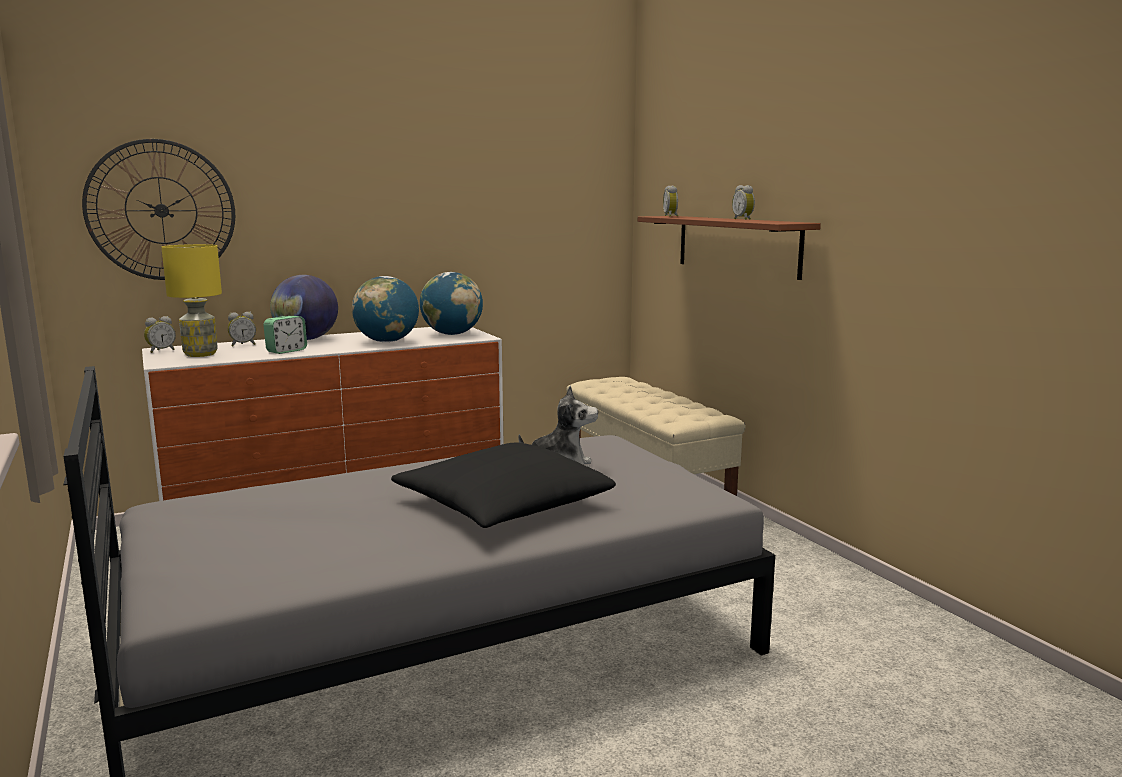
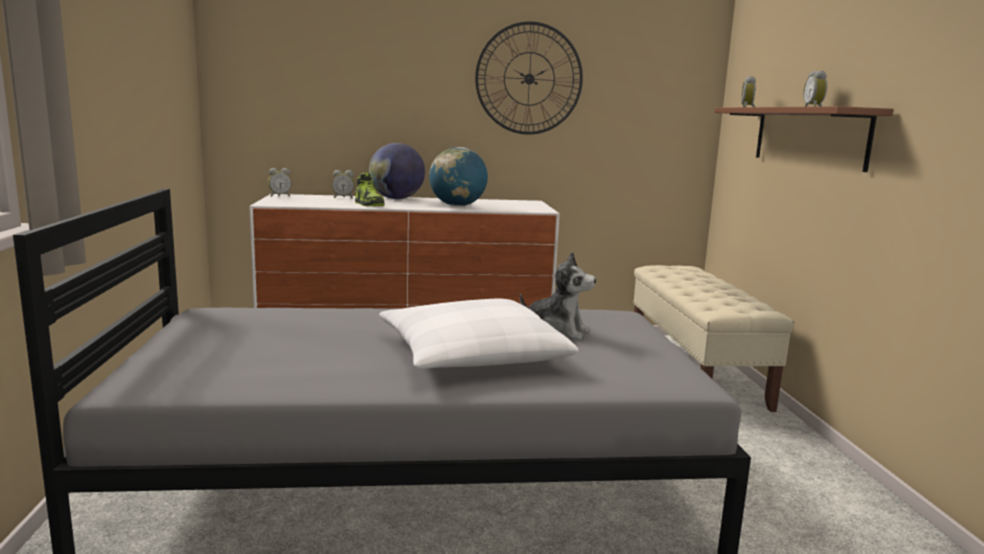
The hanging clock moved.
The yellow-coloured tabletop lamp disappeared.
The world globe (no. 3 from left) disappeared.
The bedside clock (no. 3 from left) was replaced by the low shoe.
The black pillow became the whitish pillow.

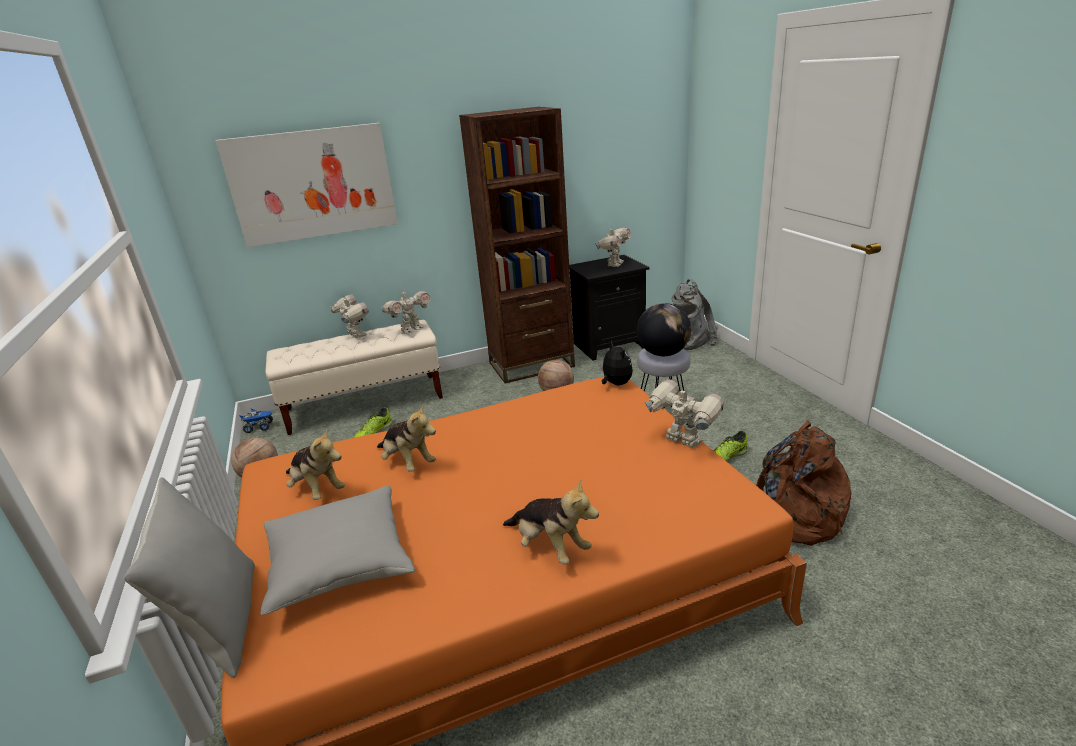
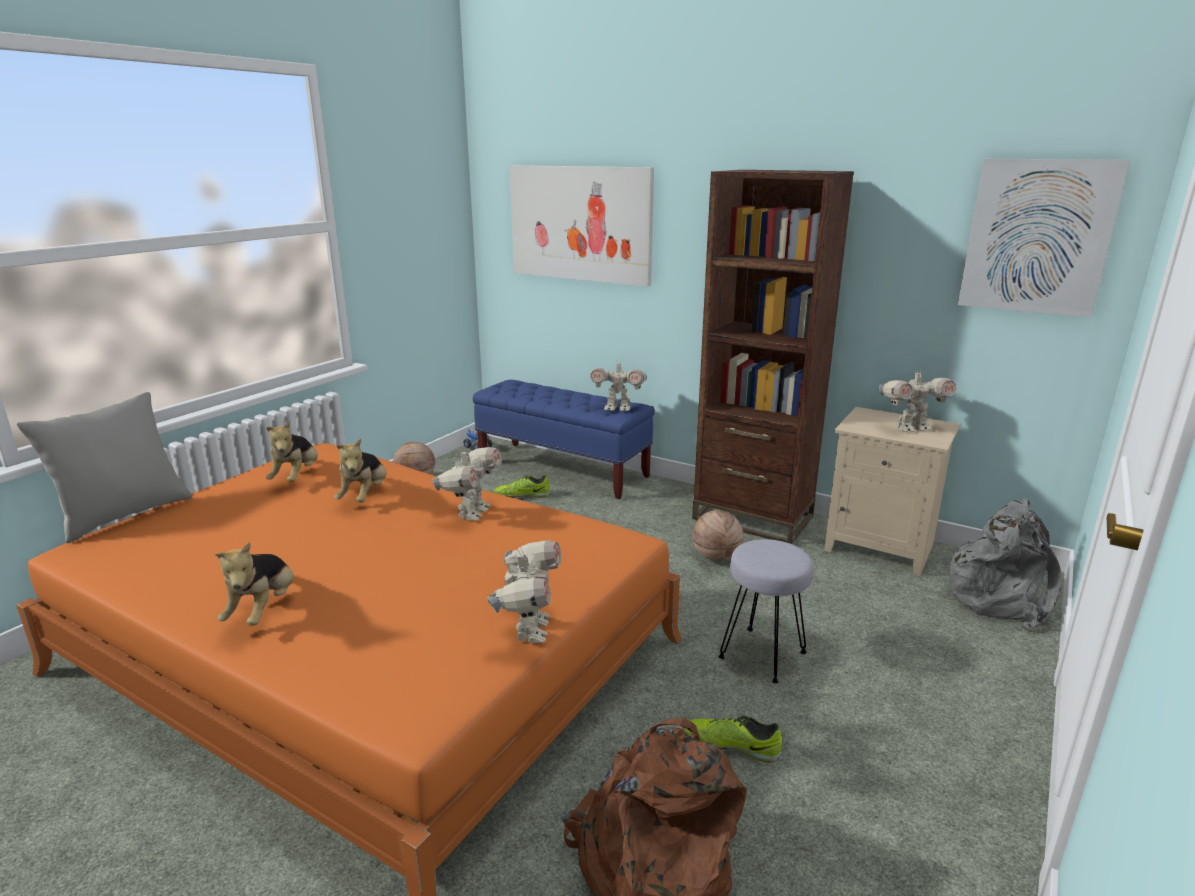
The black night table became the beige-coloured night table.
The robot figure (no. 1 from left) moved.
The world globe disappeared.
The beige-coloured bench became the blue bench.
The soft toy (no. 4 from left) disappeared.
The greyish pillow (no. 2 from left) disappeared.
The wall art (no. 2 from left) appeared.

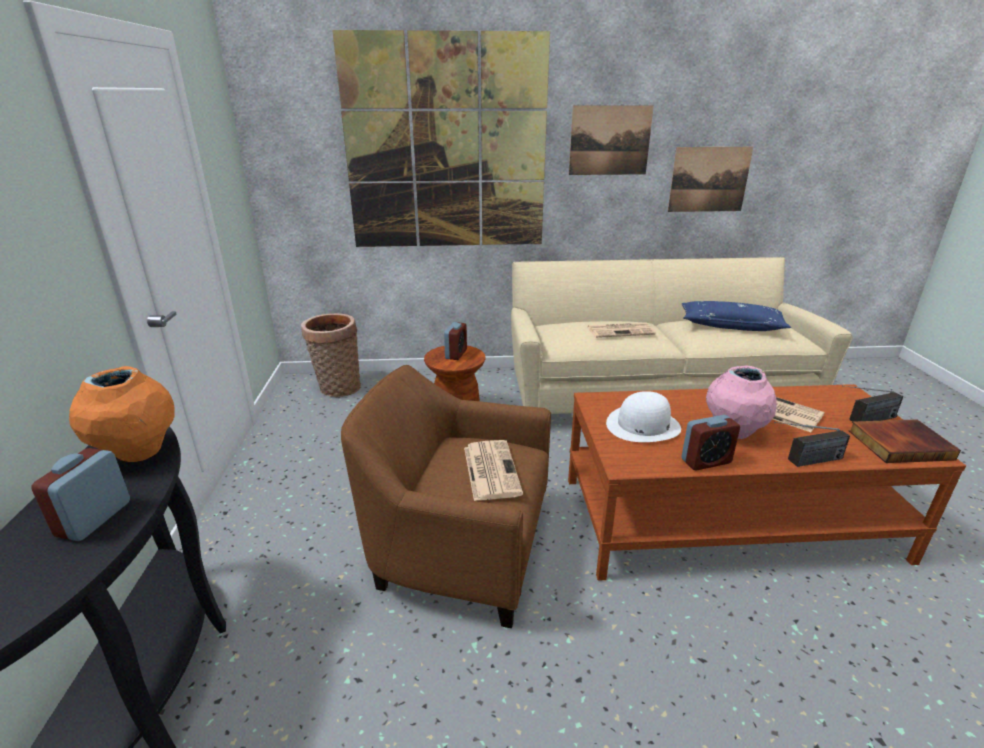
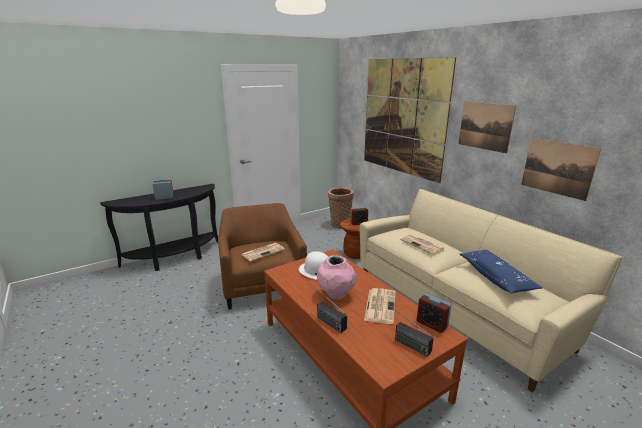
The orange decorative vase disappeared.
The bedside clock (no. 3 from left) moved.
The book disappeared.

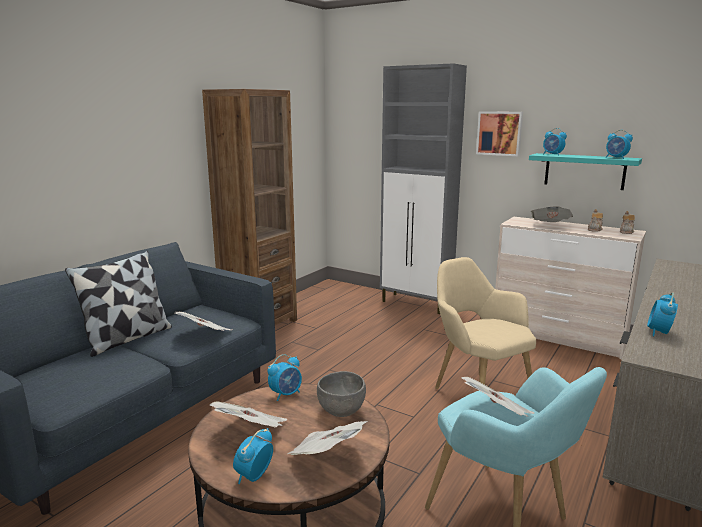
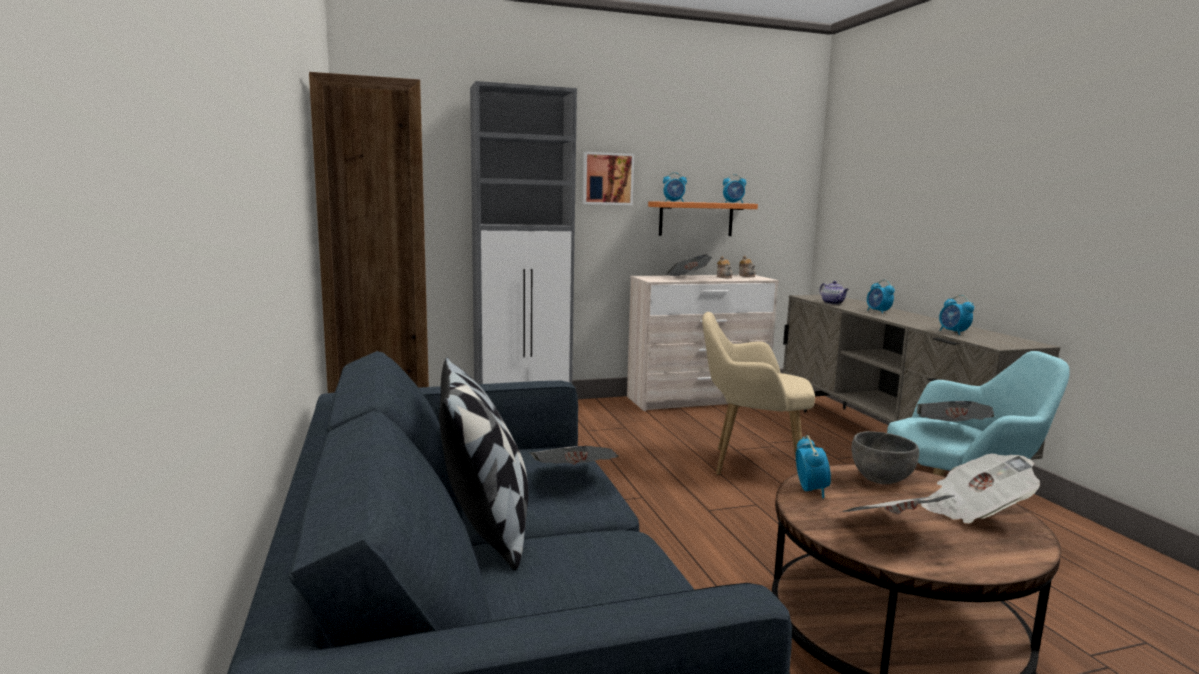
The turquoise-coloured bracket shelf became the orange bracket shelf.
The bedside clock (no. 1 from left in the first image) moved.
The tea pot (no. 3 from left) appeared.

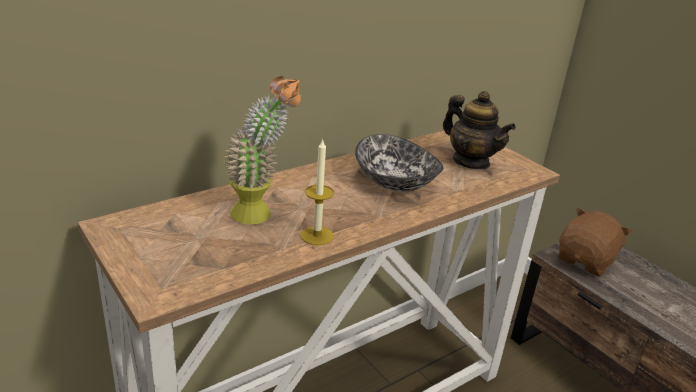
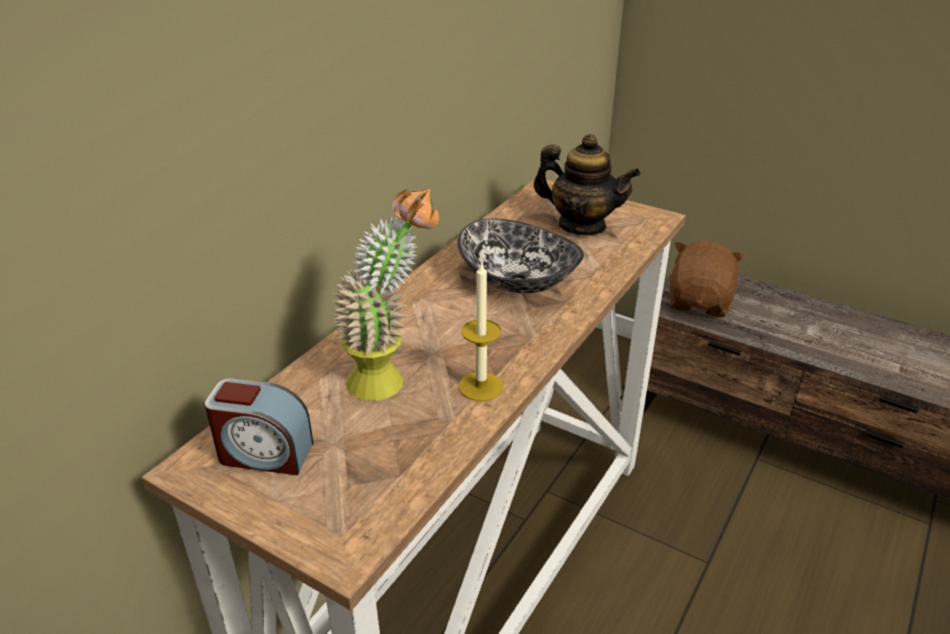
The bedside clock appeared.

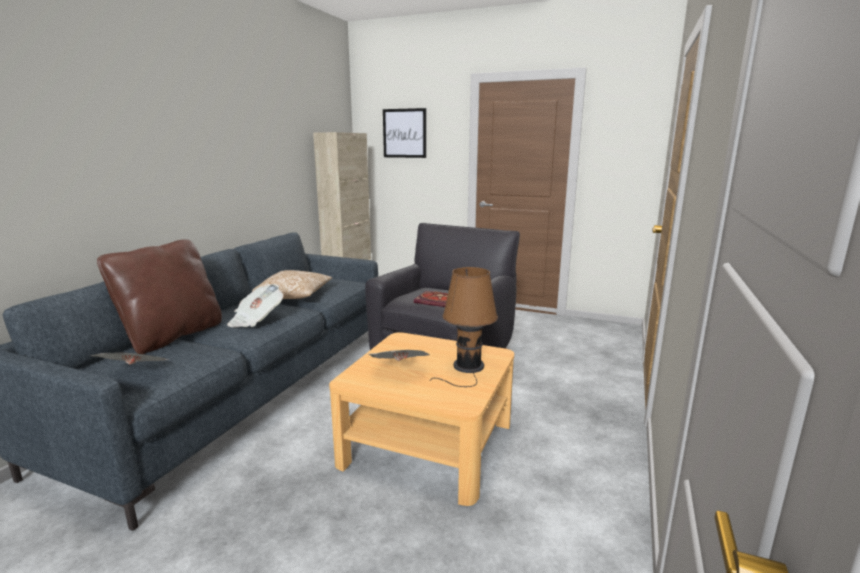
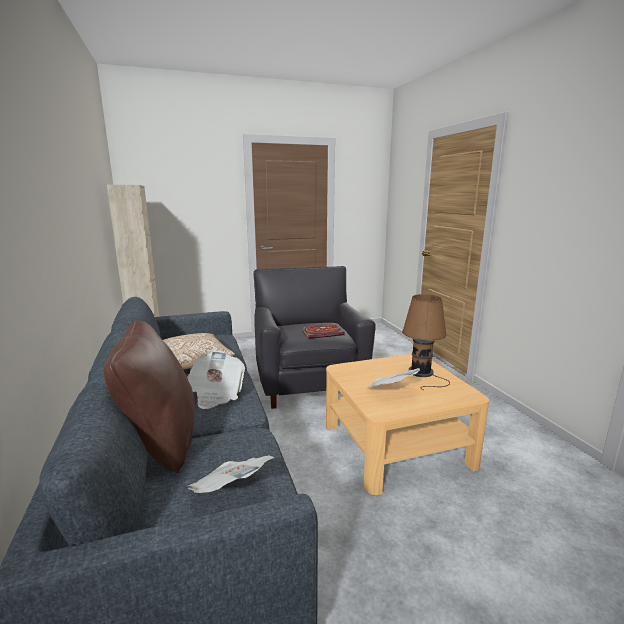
The wall art disappeared.

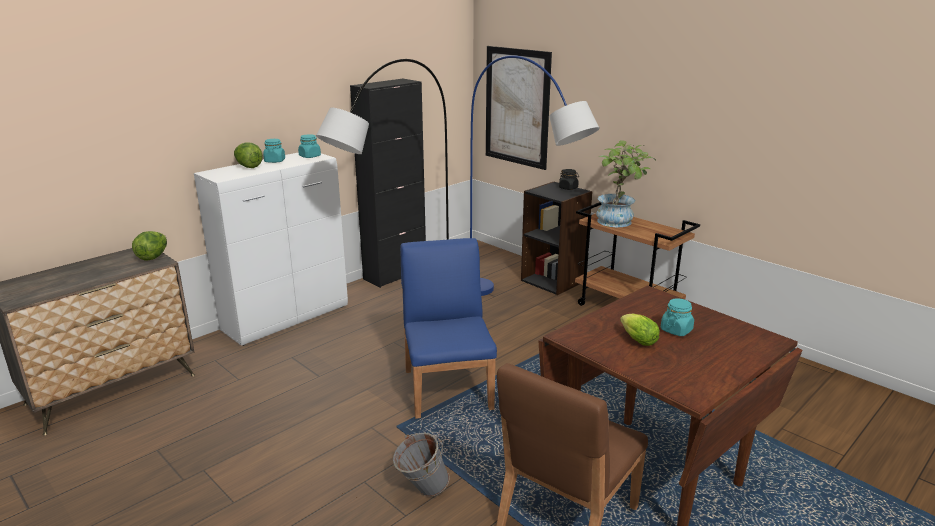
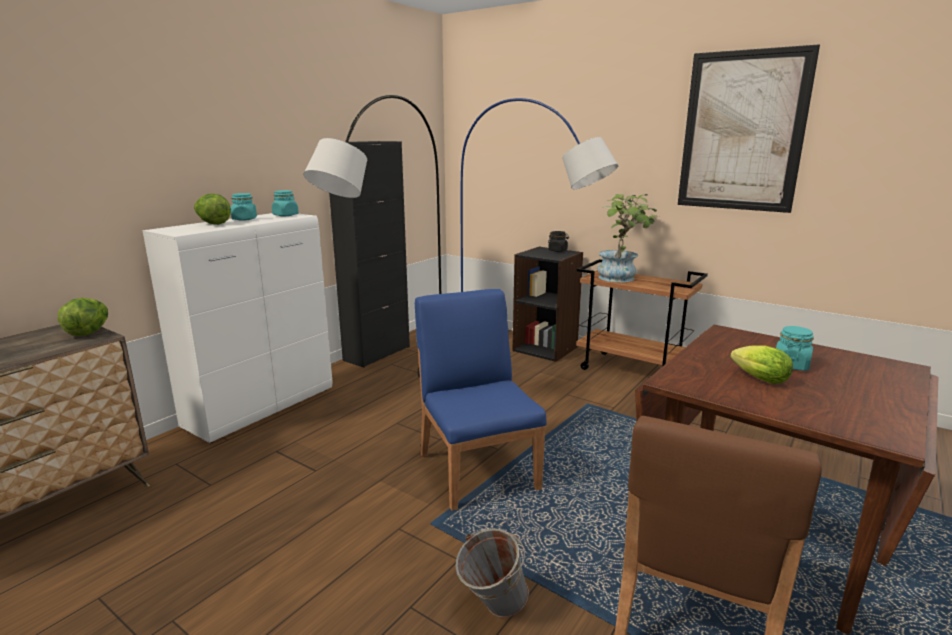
The wall art moved.

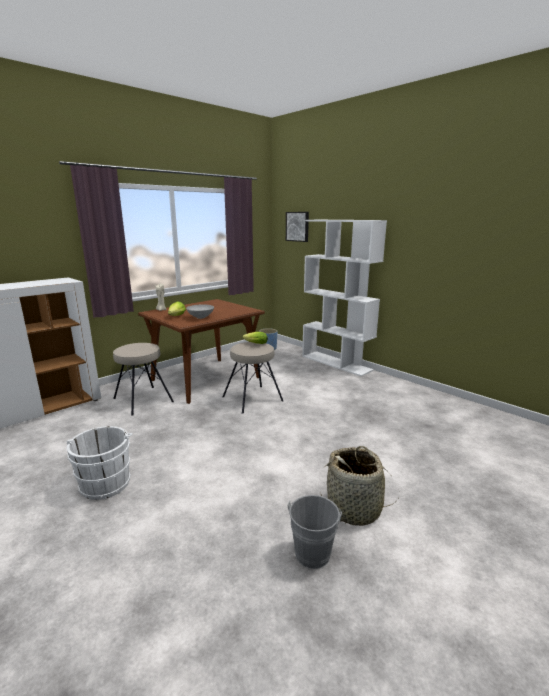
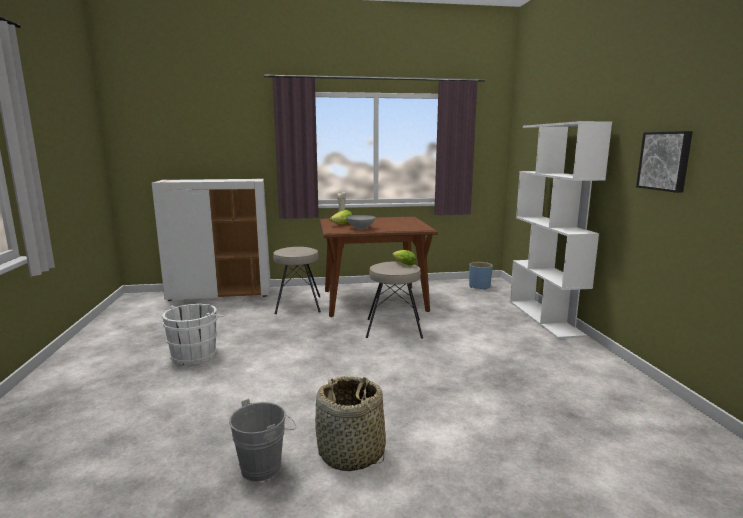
The wall art moved.

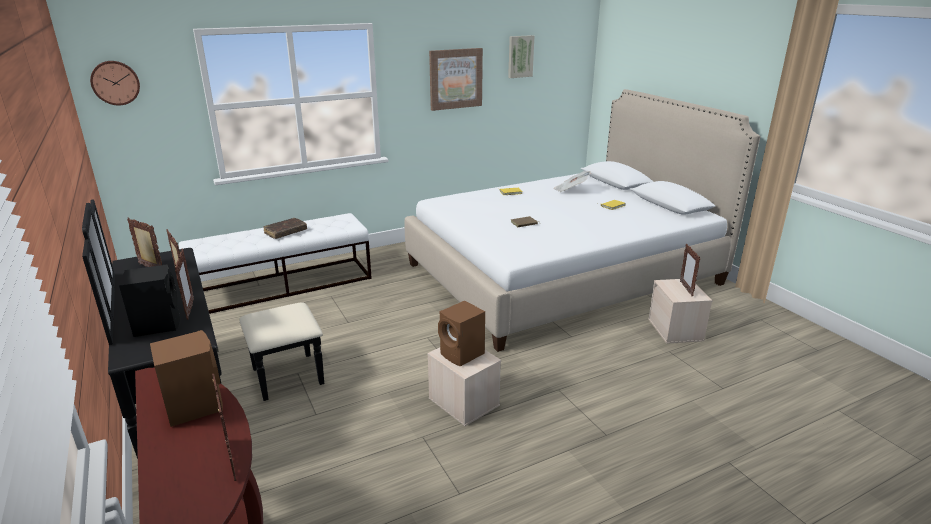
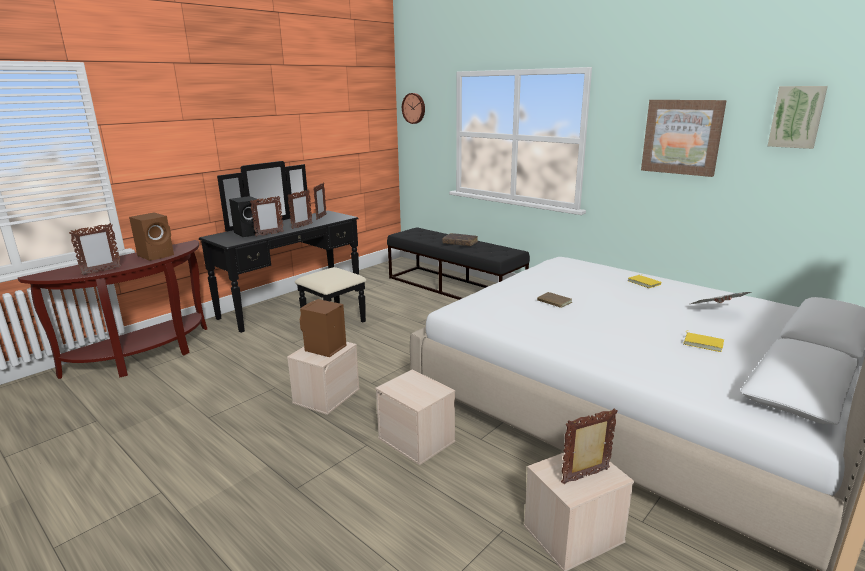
The whitish bench became the black bench.
The beige-coloured storage box (no. 2 from left) appeared.

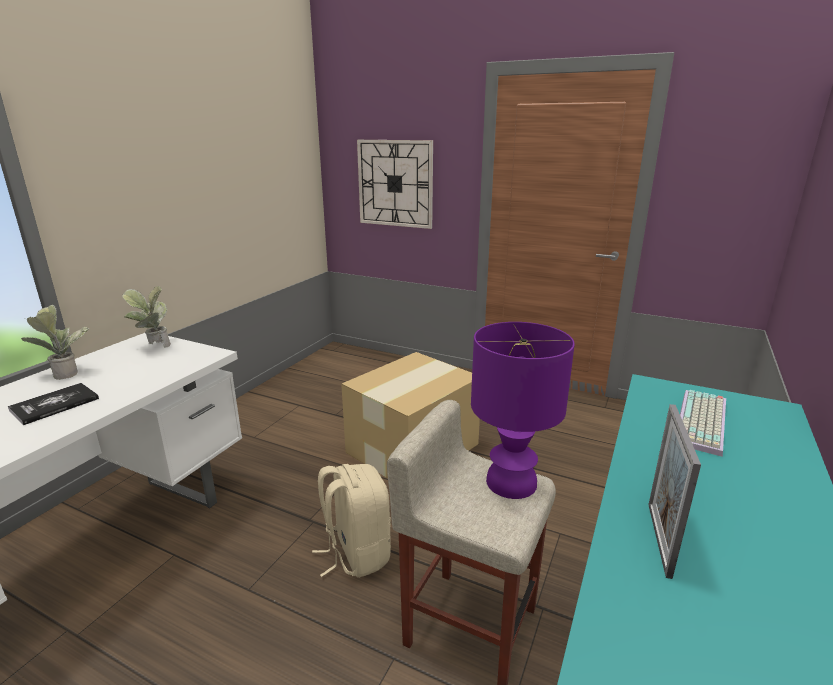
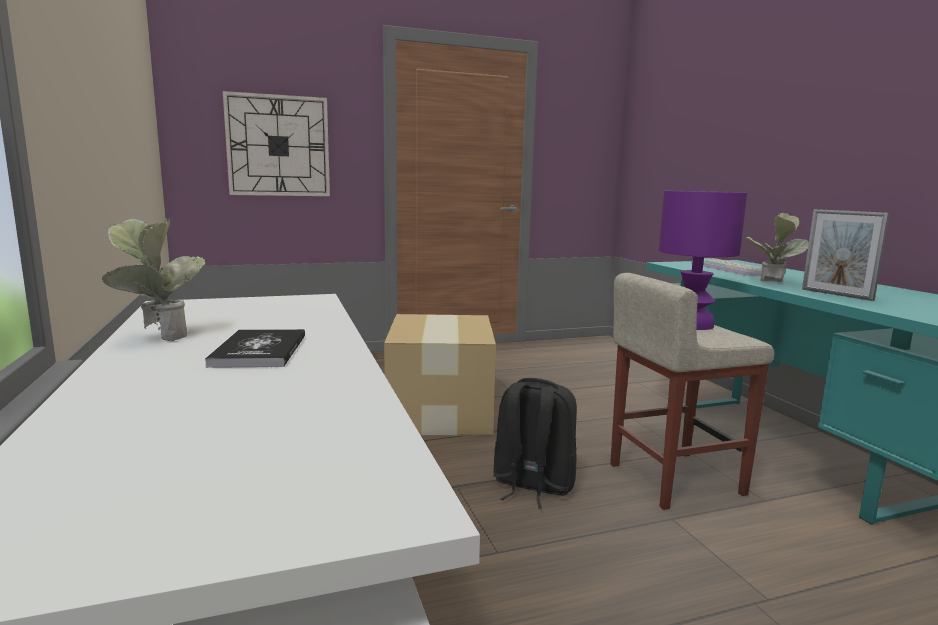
The houseplant (no. 2 from left) moved.
The beige-coloured rucksack became the black rucksack.

